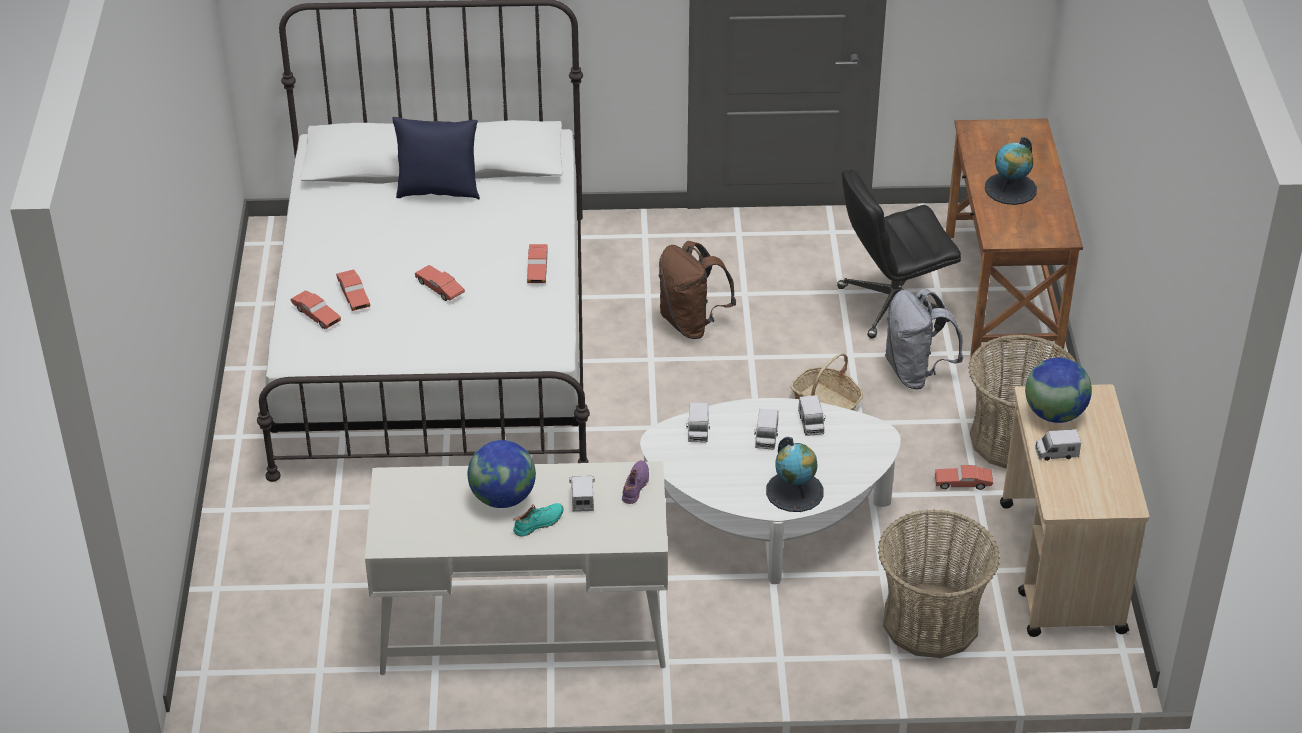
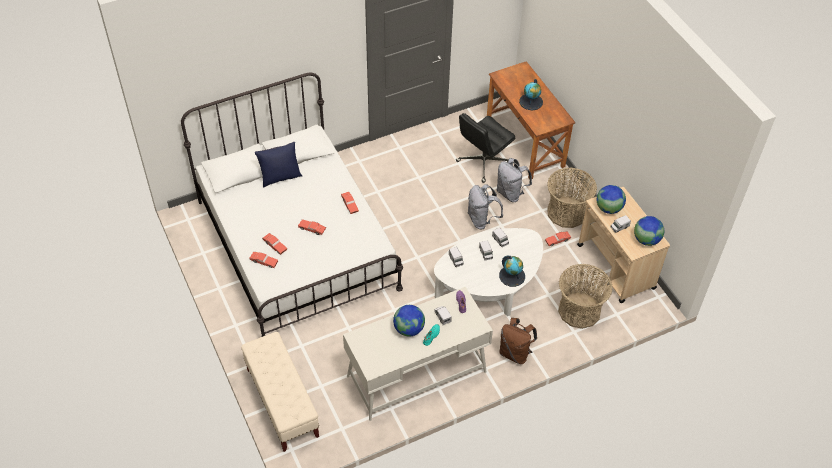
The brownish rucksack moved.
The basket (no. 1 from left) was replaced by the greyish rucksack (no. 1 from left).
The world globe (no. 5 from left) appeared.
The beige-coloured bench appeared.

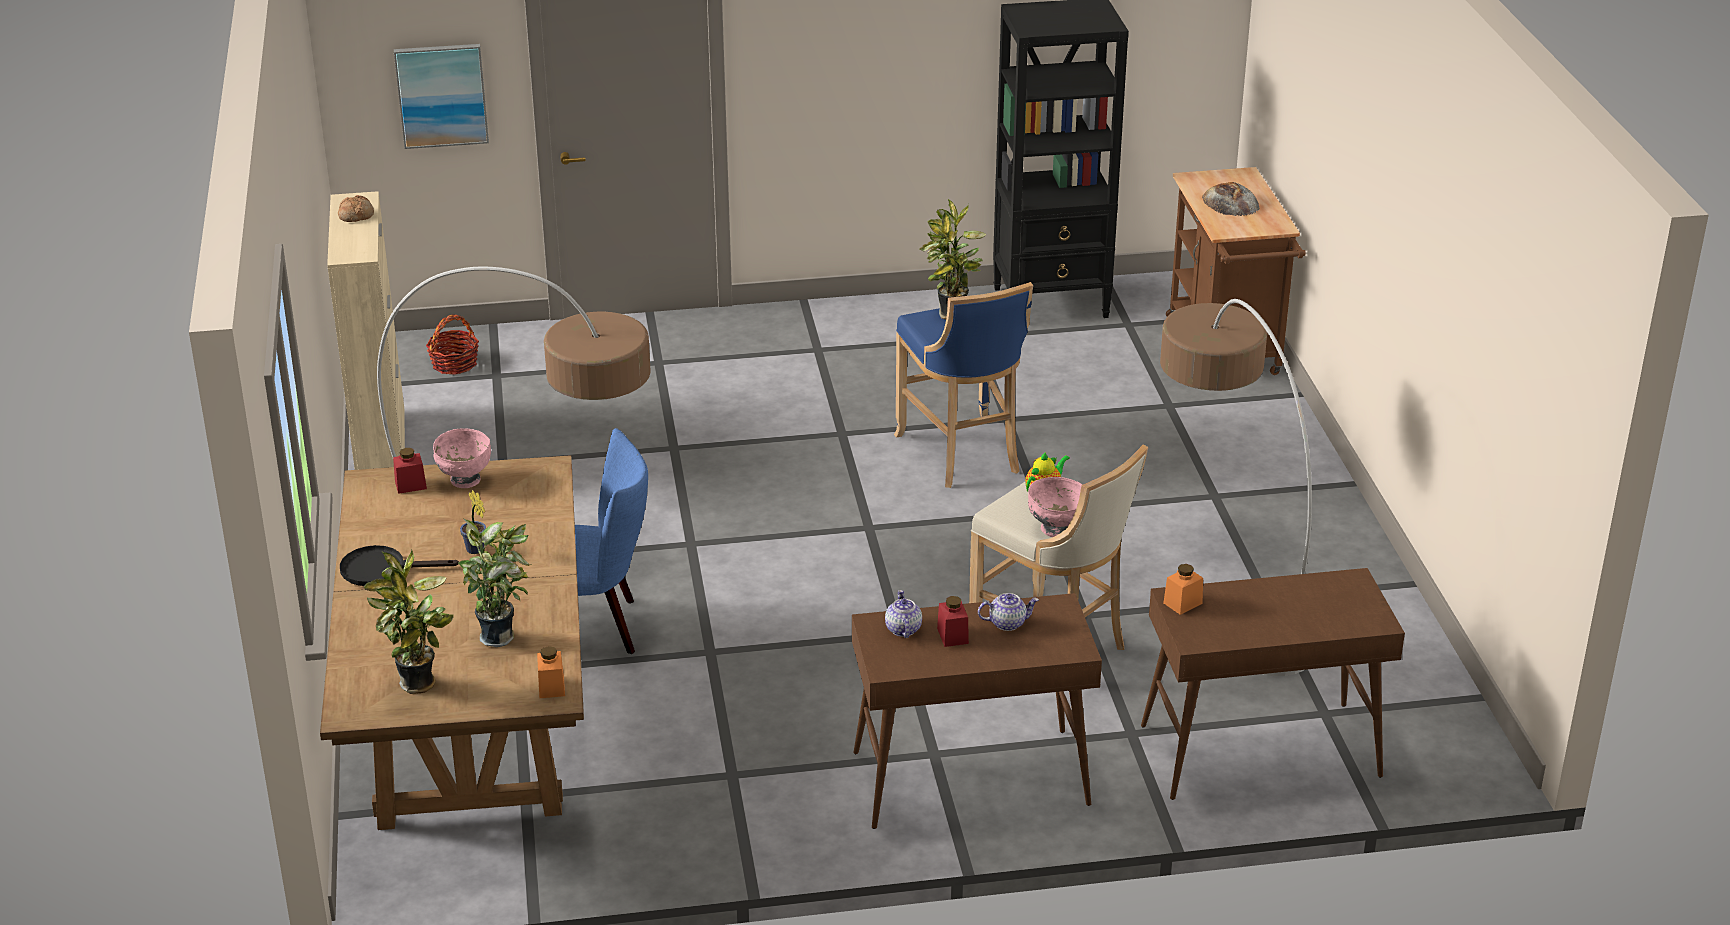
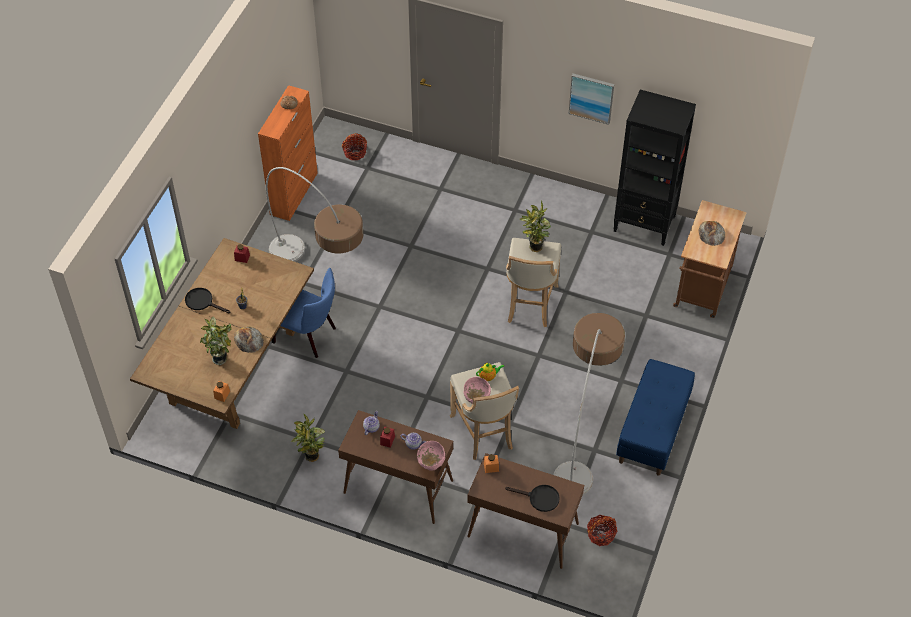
The wall art moved.
The beige-coloured storage cabinet became the orange storage cabinet.
The blue stool became the beige-coloured stool (no. 2 from left).
The pinkish bowl (no. 1 from left) moved.
The houseplant (no. 1 from left in the first image) moved.
The baked bread (no. 1 from left) appeared.
The blue bench appeared.
The black skillet (no. 2 from left) appeared.
The basket (no. 2 from left) appeared.

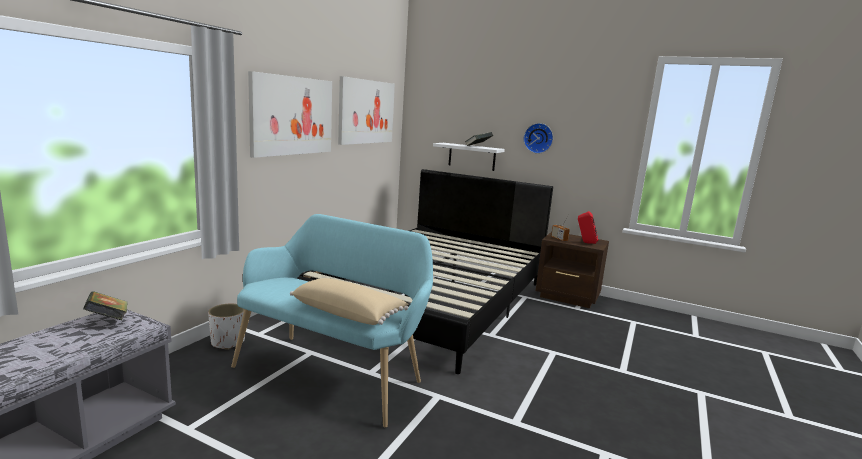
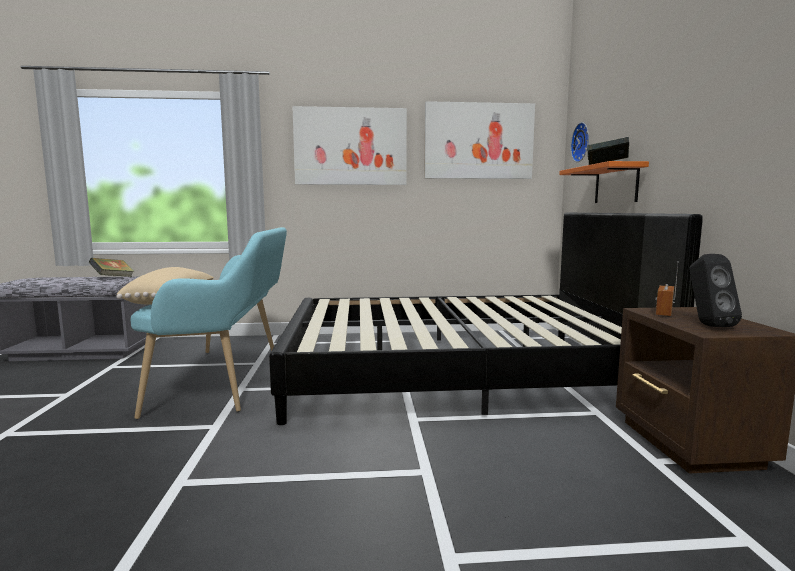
The hanging clock moved.
The whitish bracket shelf became the orange bracket shelf.
The red-coloured speaker became the black speaker.
The whitish flower pot disappeared.

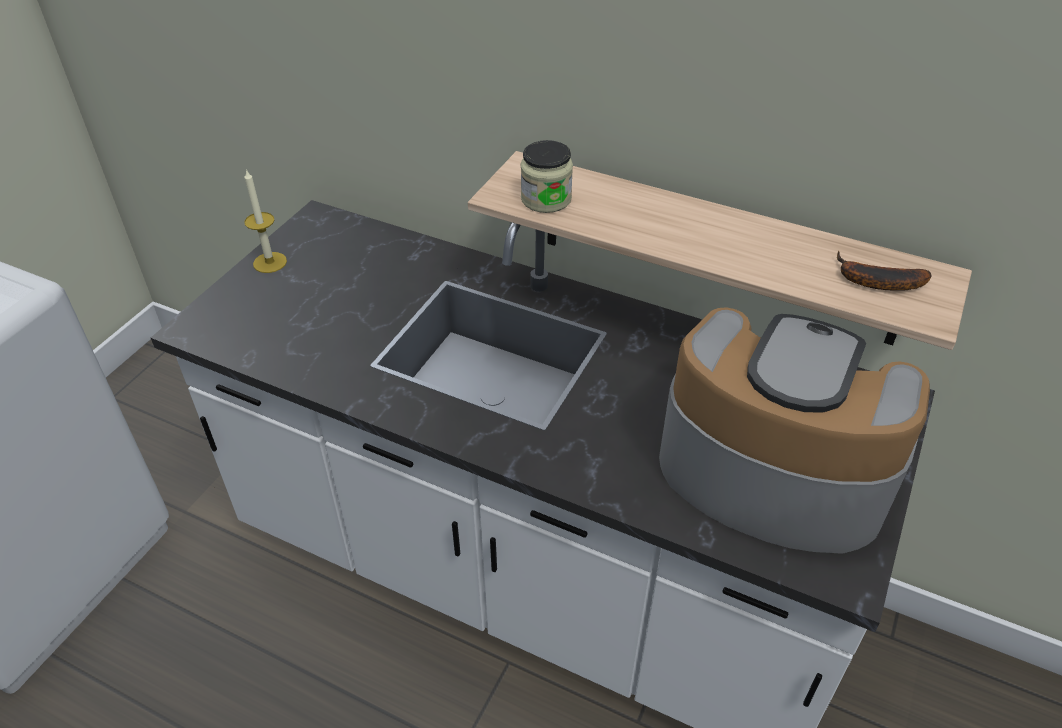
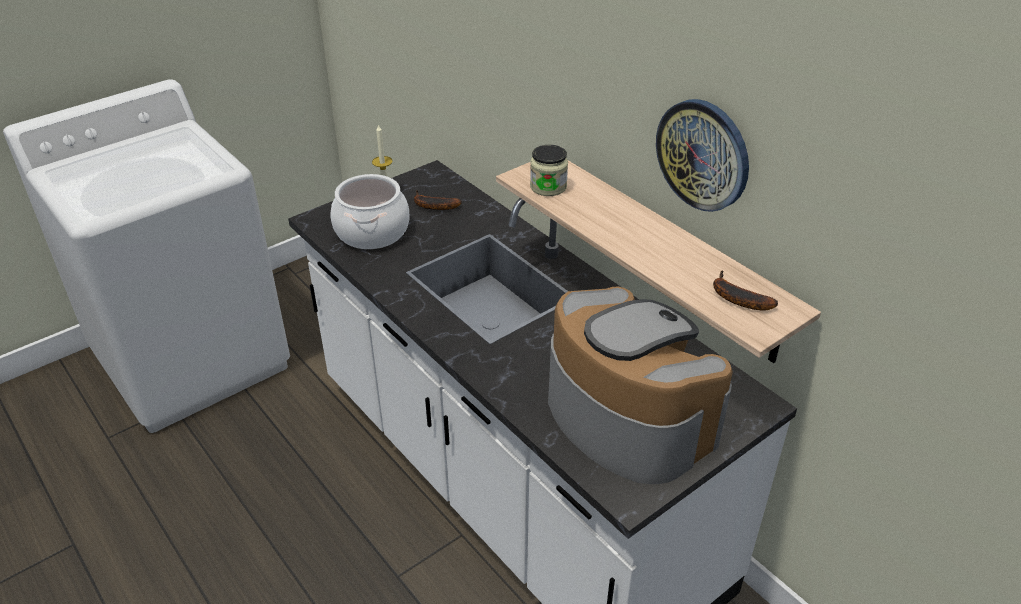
The hanging clock appeared.
The stockpot appeared.
The whole banana (no. 1 from left) appeared.

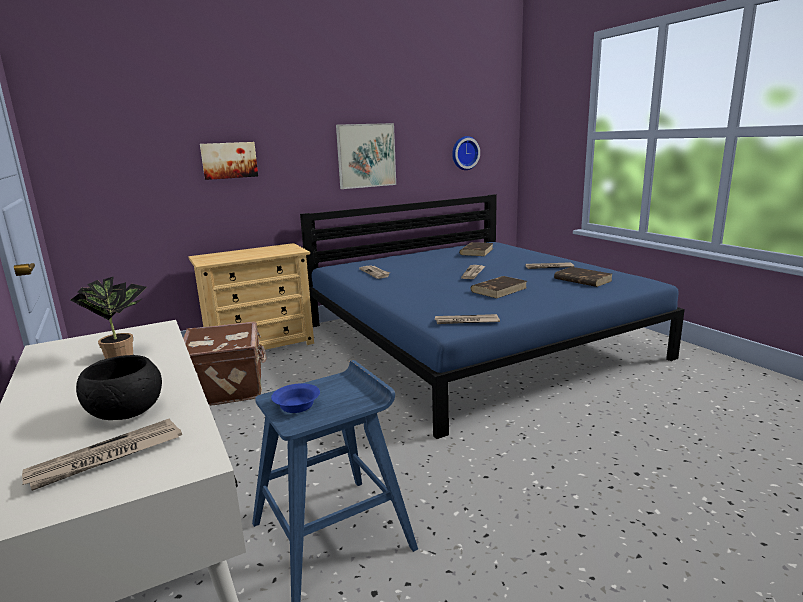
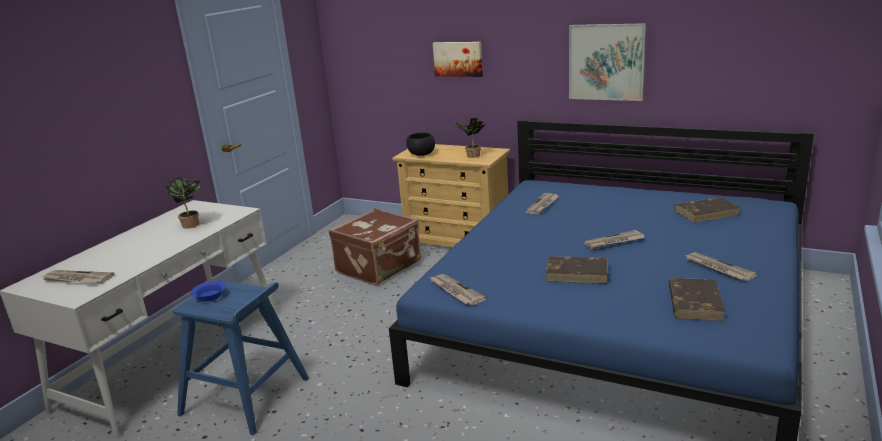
The hanging clock disappeared.
The black bowl moved.
The houseplant (no. 2 from left) appeared.

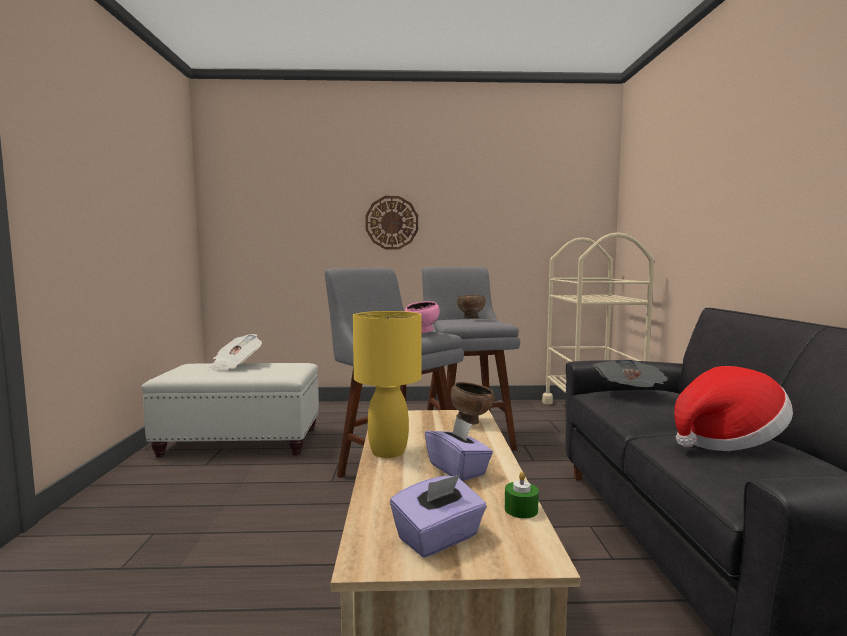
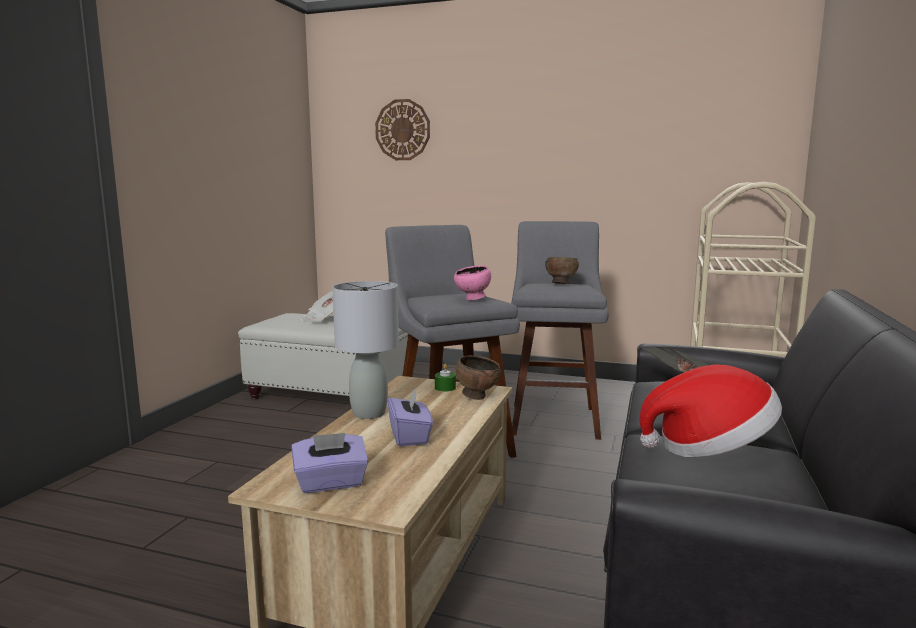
The hanging clock moved.
The yellow-coloured tabletop lamp became the greyish tabletop lamp.
The green candle moved.

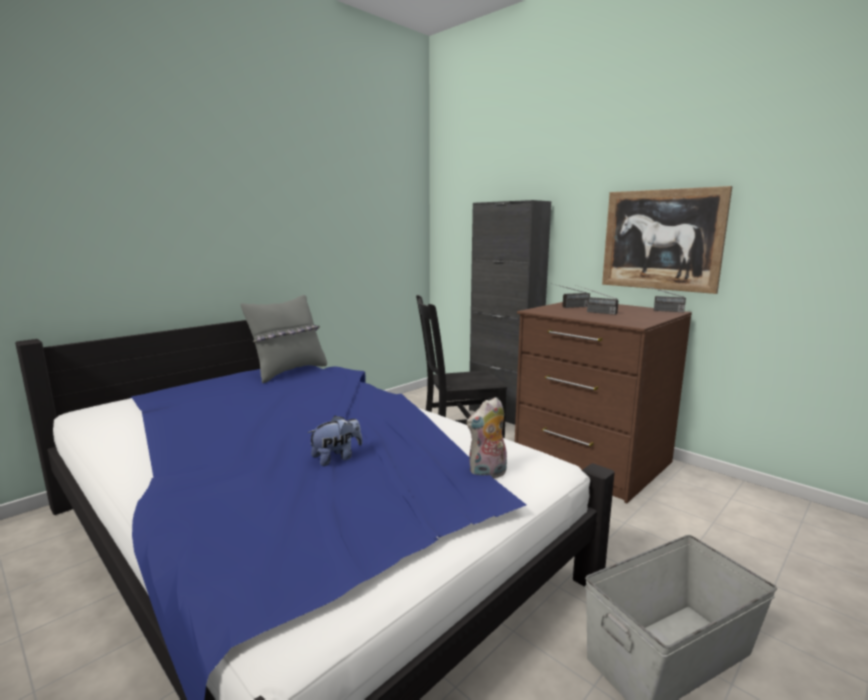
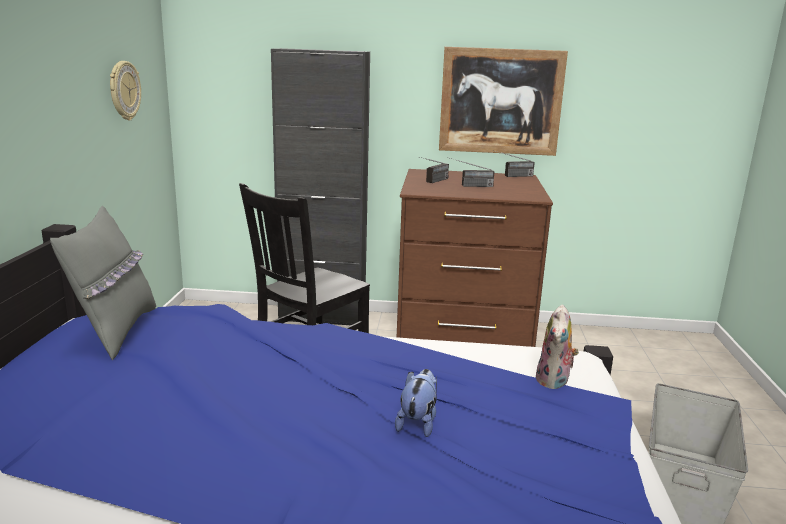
The hanging clock appeared.

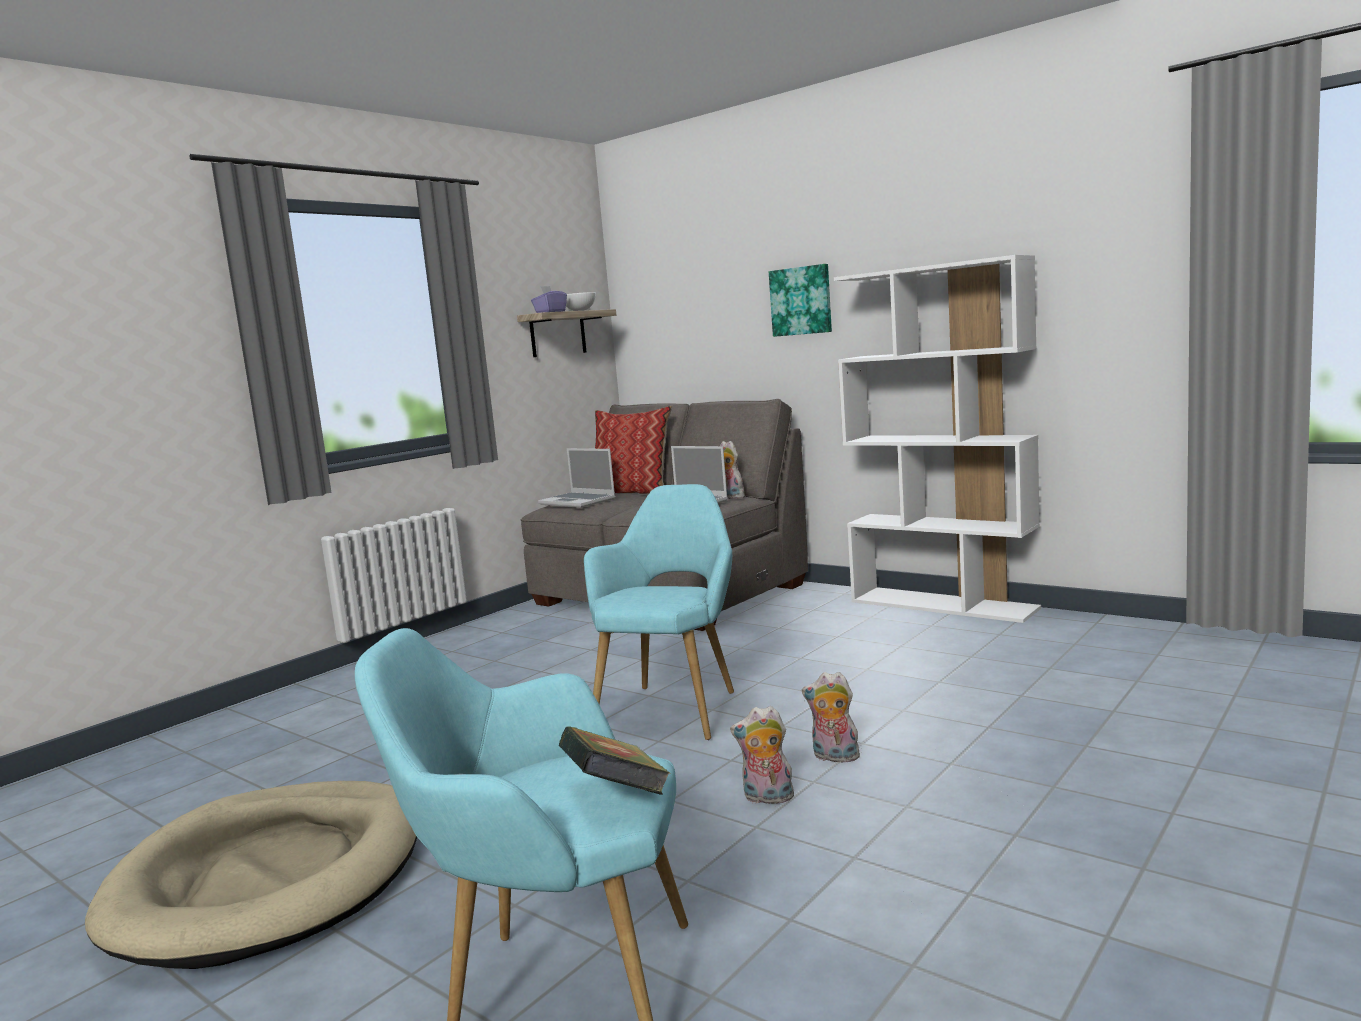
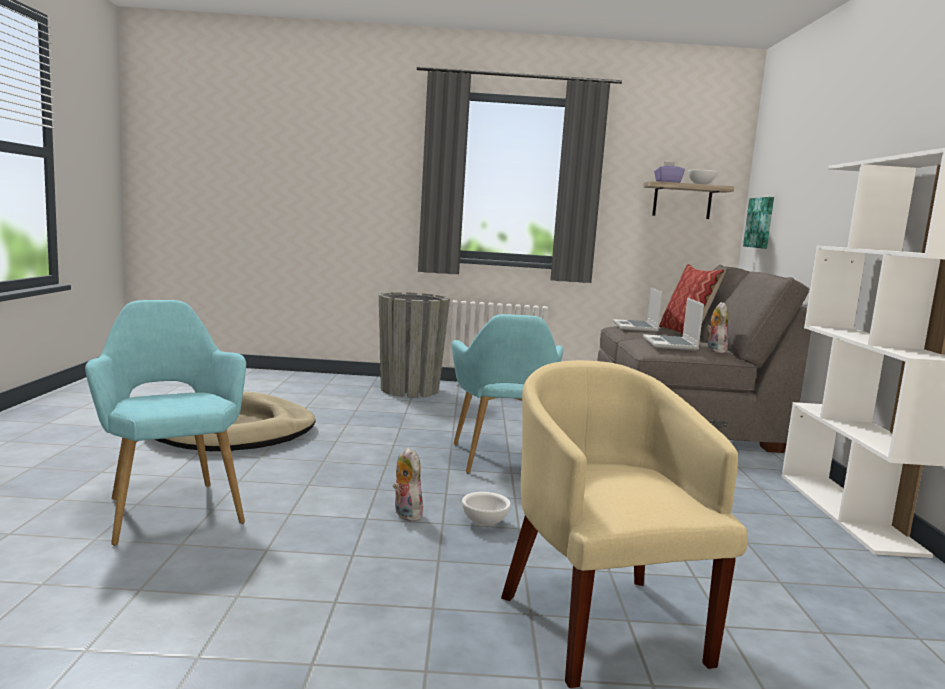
The wall art moved.
The turquoise-coloured armchair (no. 2 from left) turned 105 degrees clockwise.
The soft toy (no. 3 from left) was replaced by the whitish bowl (no. 1 from left).
The book disappeared.
The greyish flower pot appeared.
The beige-coloured armchair appeared.

